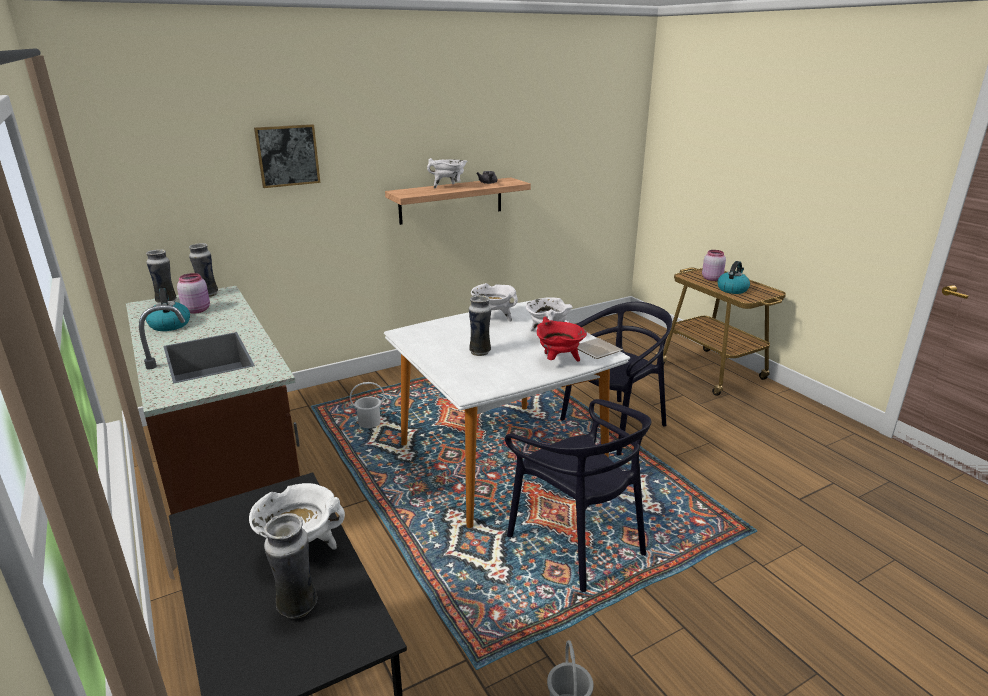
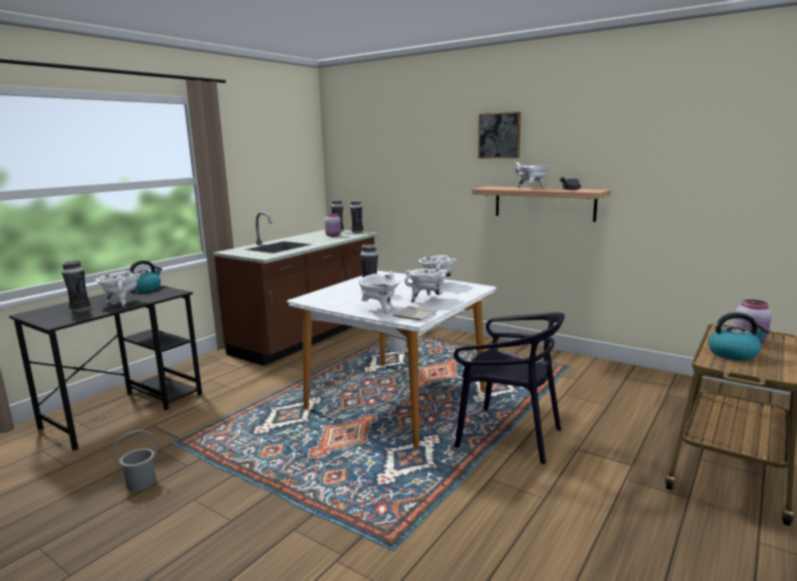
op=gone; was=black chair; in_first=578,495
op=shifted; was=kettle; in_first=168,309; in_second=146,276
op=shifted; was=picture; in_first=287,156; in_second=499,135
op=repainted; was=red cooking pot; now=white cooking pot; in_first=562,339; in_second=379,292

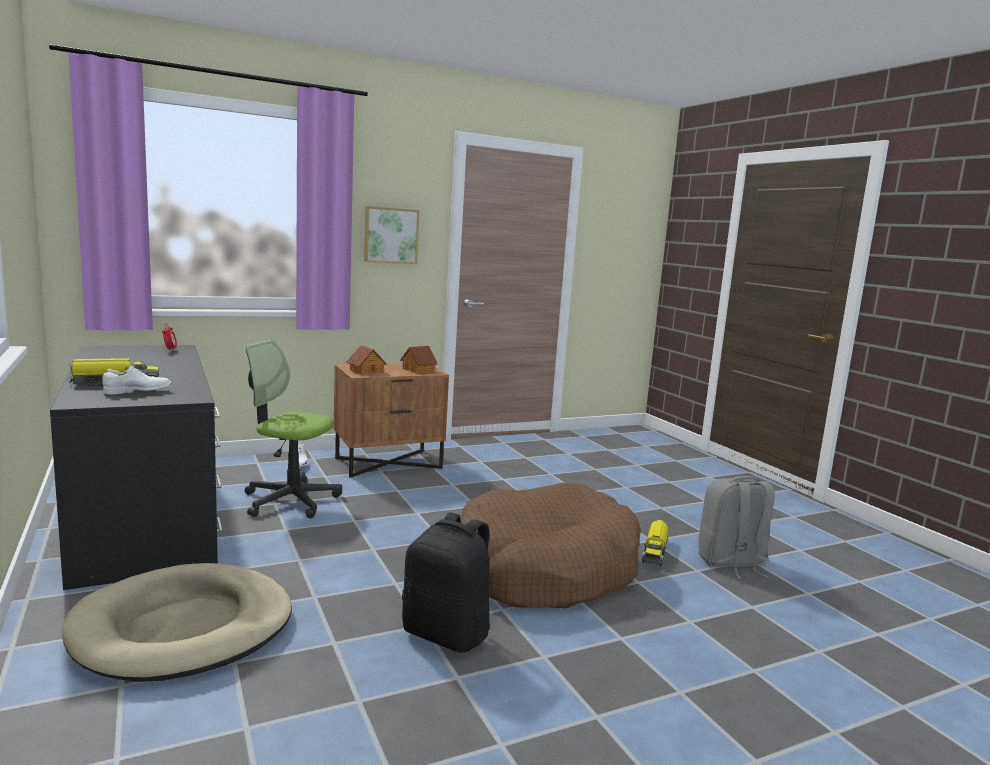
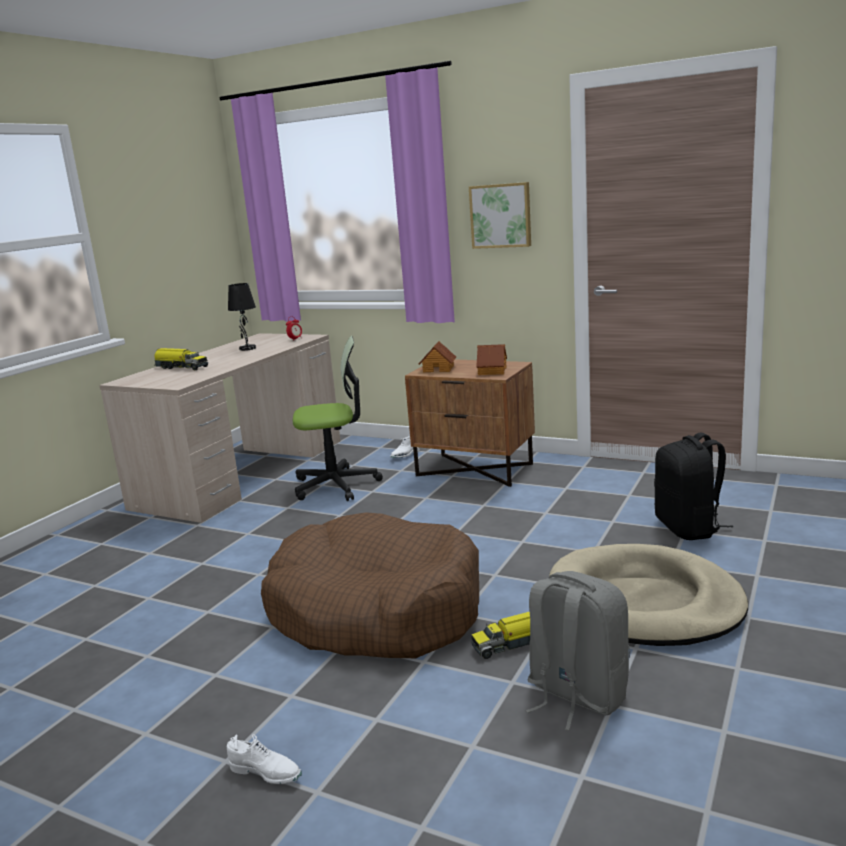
op=new; now=black table lamp; in_second=242,317
op=shifted; was=beige dog bed; in_first=177,622; in_second=648,595
op=shifted; was=white shoe; in_first=137,379; in_second=264,759
op=shifted; was=black backpack; in_first=446,582; in_second=693,486
op=repainted; was=black desk; now=beige desk; in_first=136,467; in_second=220,428
op=rotated; was=office chair; in_first=293,429; in_second=338,418; clockwise=105

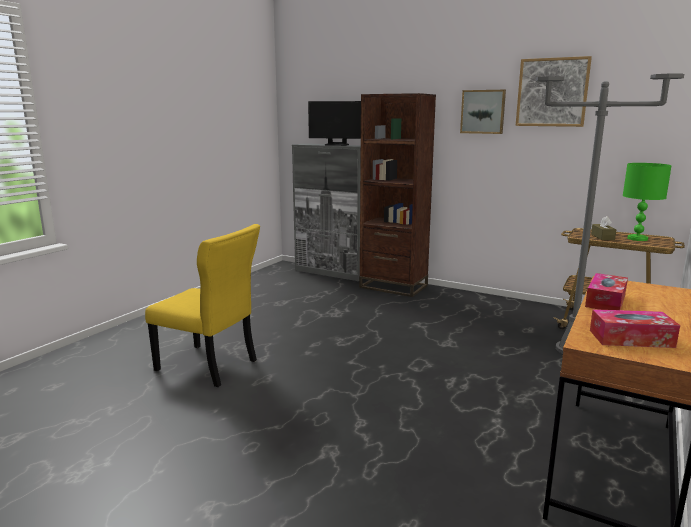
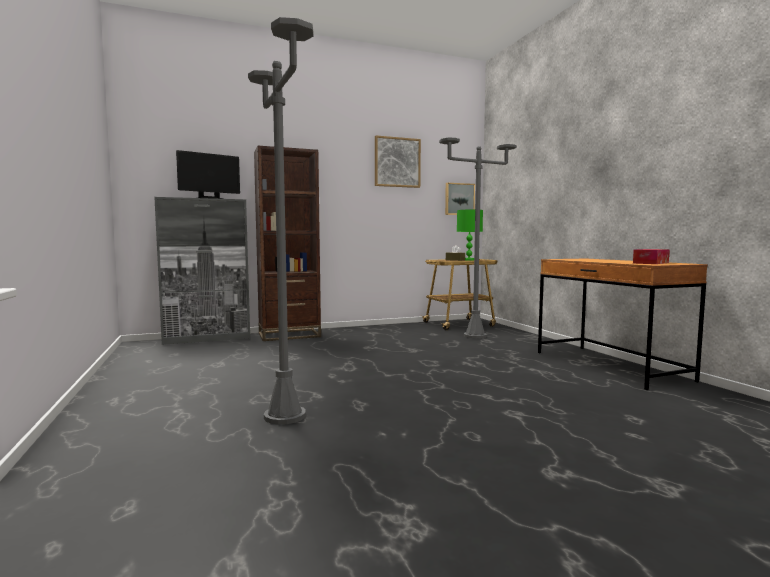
op=gone; was=tissue box; in_first=606,291
op=shifted; was=picture; in_first=483,112; in_second=460,199
op=swapped; was=yellow chair; now=grey floor lamp; in_first=202,305; in_second=280,221

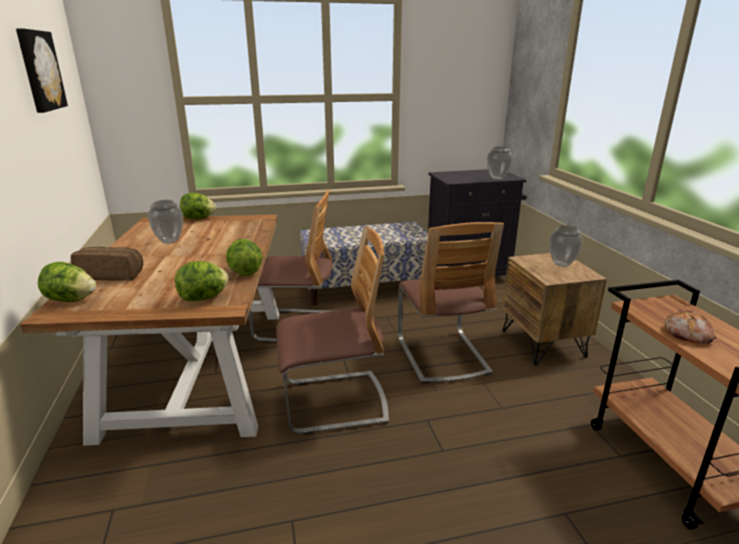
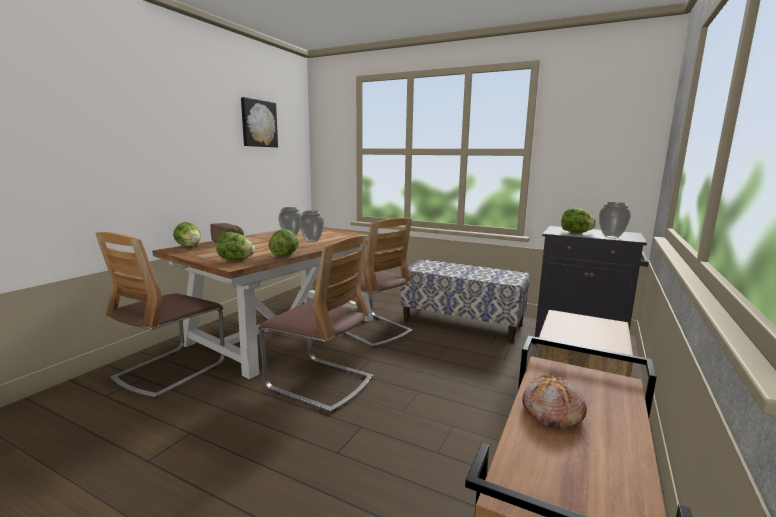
op=shifted; was=lettuce; in_first=198,206; in_second=578,220
op=shifted; was=chair; in_first=451,302; in_second=160,315
op=shifted; was=vase; in_first=566,246; in_second=311,226

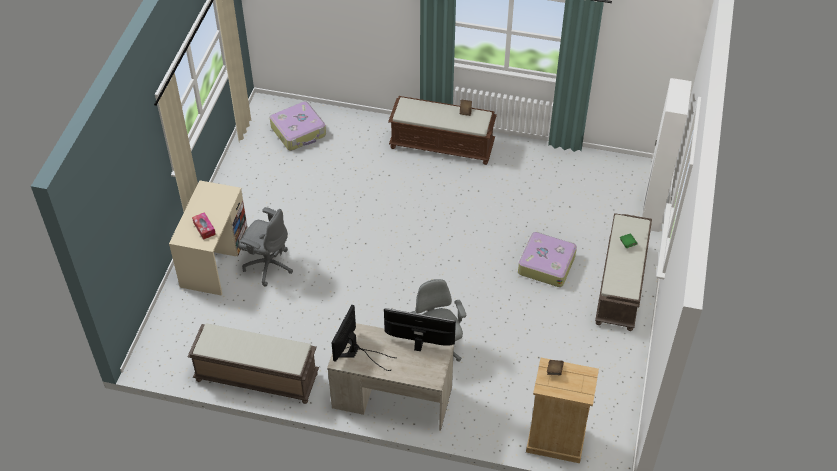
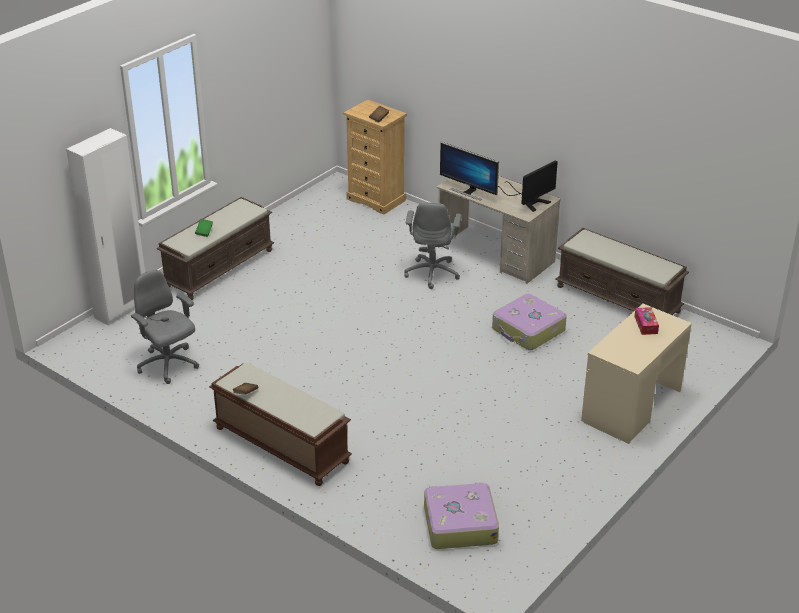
op=shifted; was=grey office chair; in_first=265,247; in_second=165,327
op=shifted; was=suitcase; in_first=547,259; in_second=529,322

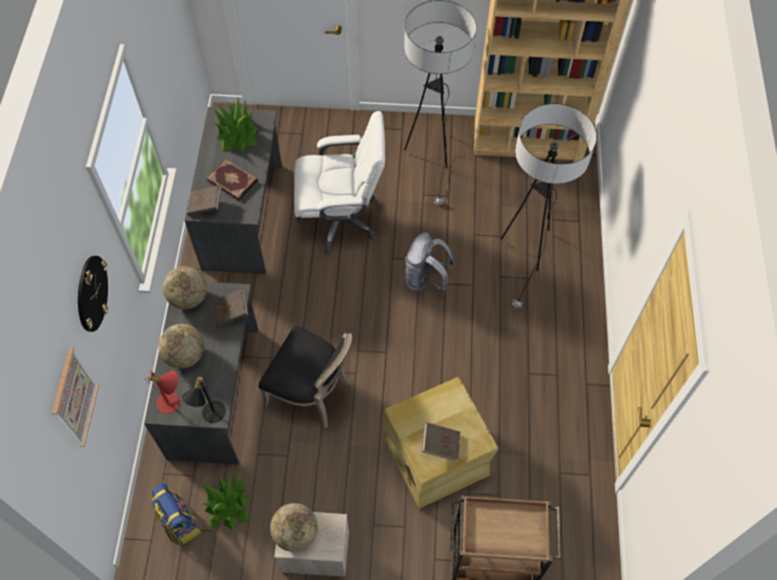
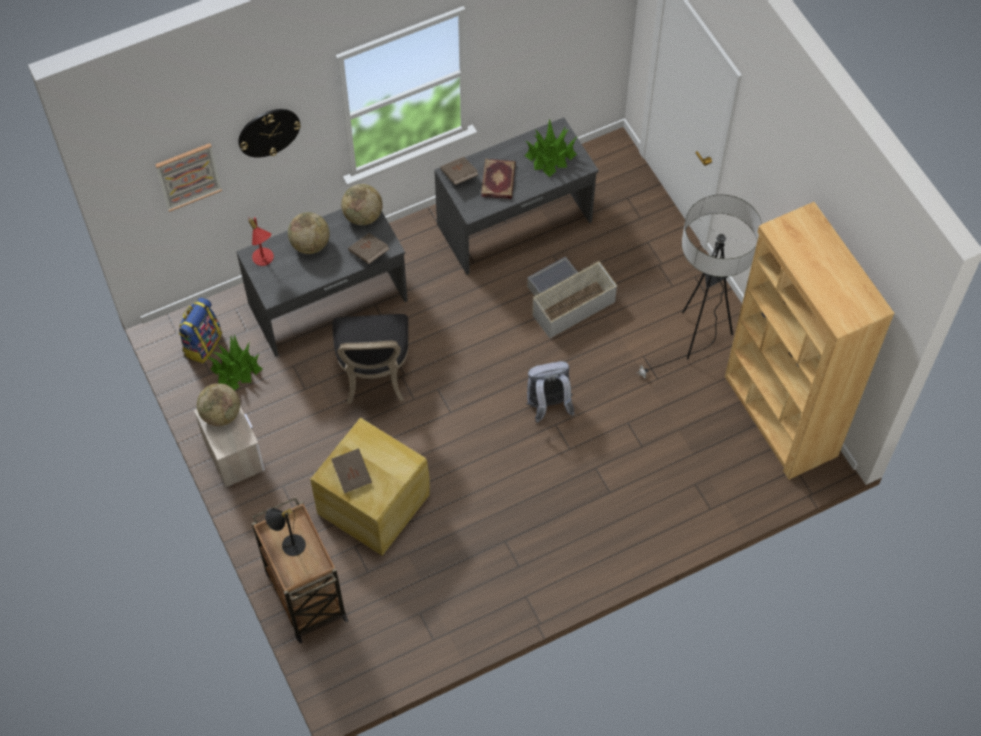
op=gone; was=floor lamp; in_first=549,206
op=shifted; was=black table lamp; in_first=203,399; in_second=285,532
op=swapped; was=white office chair; now=grey storage box; in_first=339,182; in_second=572,297

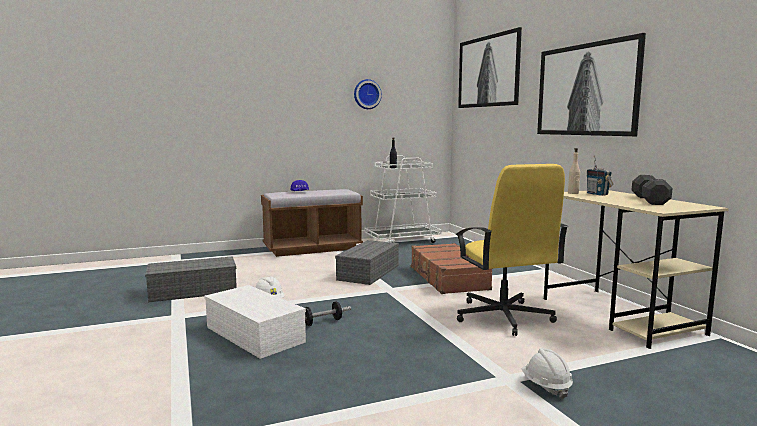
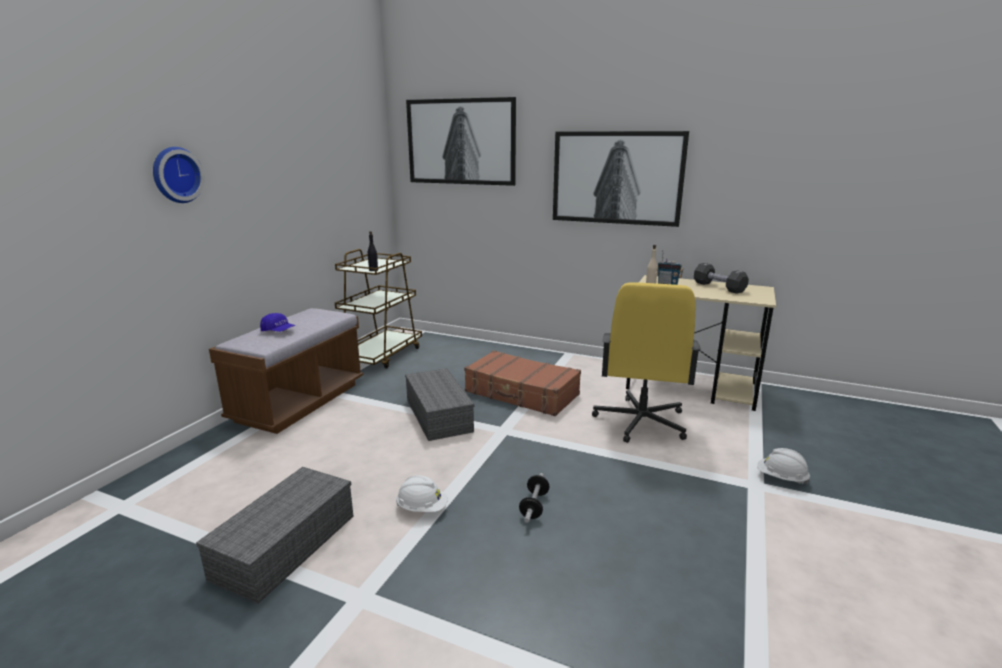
op=gone; was=white storage box; in_first=255,322
op=shifted; was=wall clock; in_first=368,94; in_second=179,175
op=repainted; was=white cart; now=brown cart; in_first=403,199; in_second=378,308
op=rotated; was=yellow office chair; in_first=512,250; in_second=646,362; clockwise=75

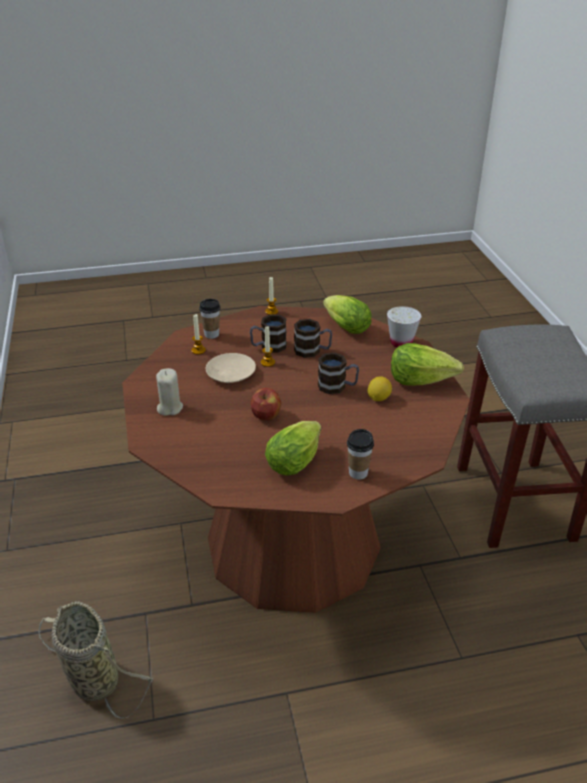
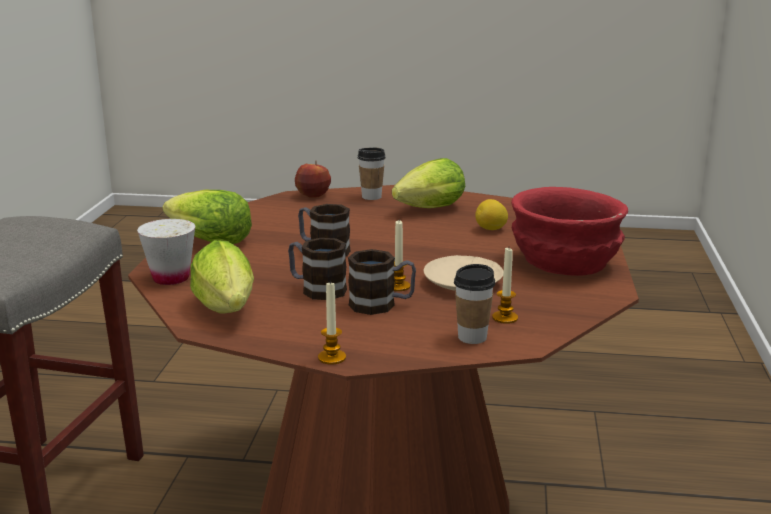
op=gone; was=basket; in_first=96,660
op=shifted; was=apple; in_first=265,404; in_second=313,179
op=shifted; was=lemon; in_first=380,388; in_second=491,214
op=swapped; was=beige candle; now=red bowl; in_first=169,392; in_second=569,231

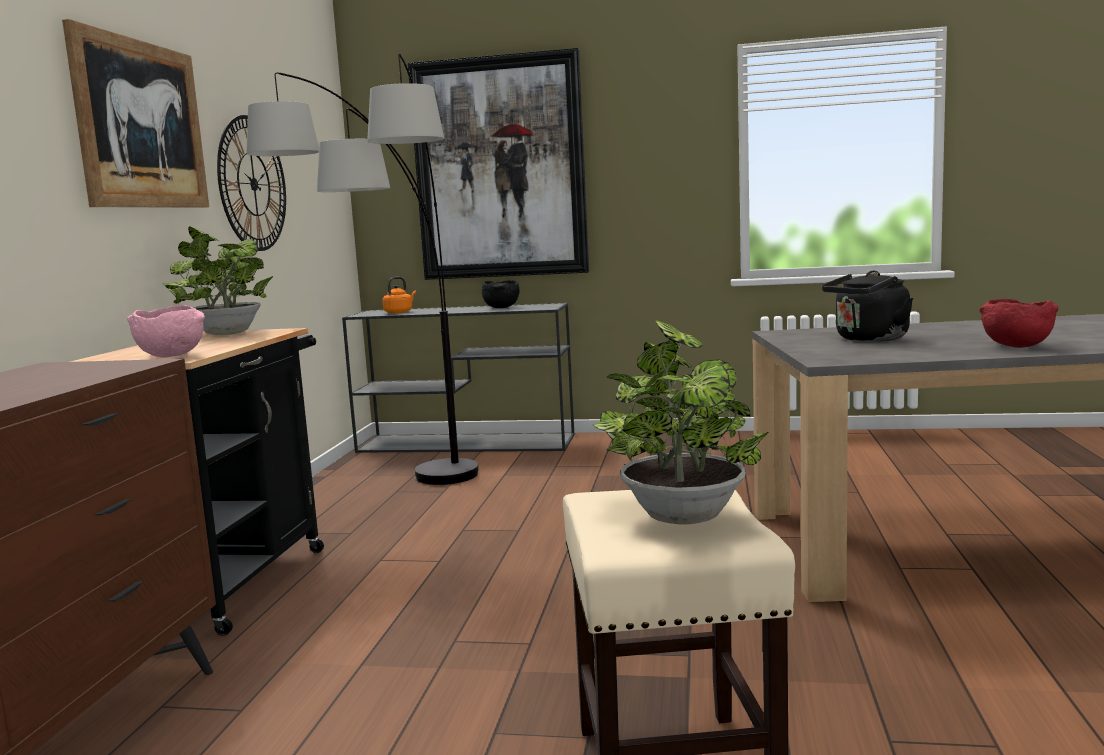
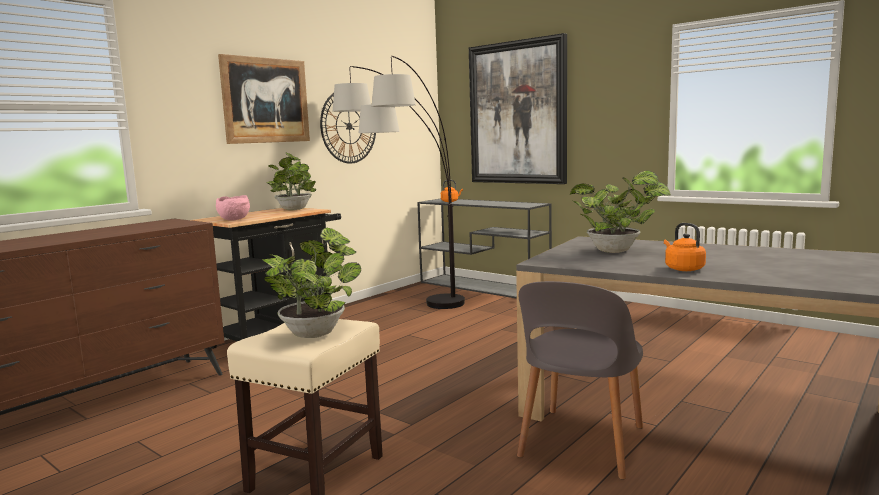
op=gone; was=black bowl; in_first=500,294
op=new; now=grey chair; in_second=580,380
op=swapped; was=black kettle; now=potted plant; in_first=867,306; in_second=620,211
op=swapped; was=red bowl; now=orange kettle; in_first=1019,323; in_second=685,247

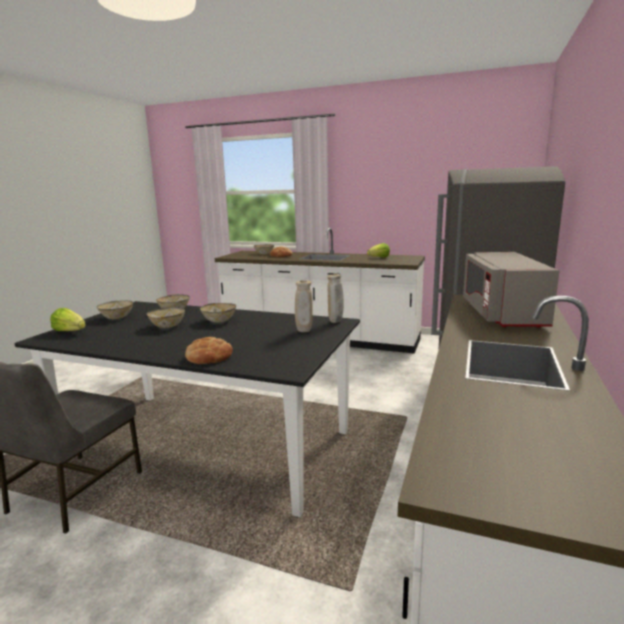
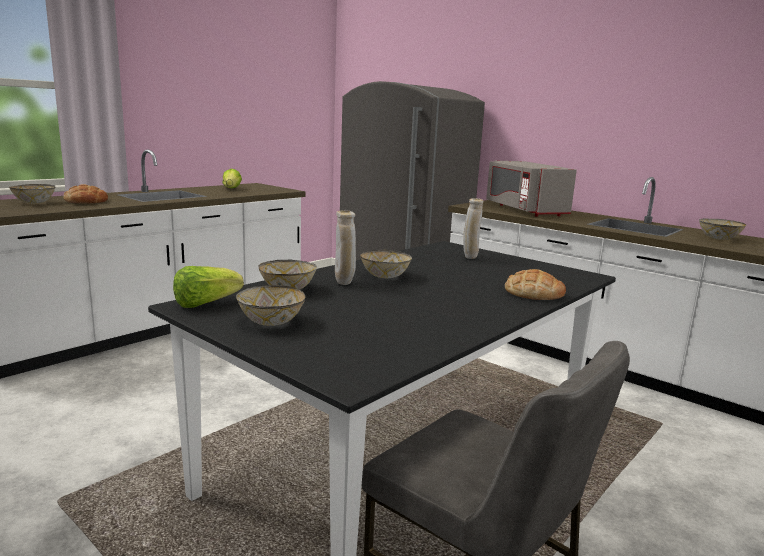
op=shifted; was=lettuce; in_first=68,319; in_second=208,287
op=shifted; was=bowl; in_first=166,318; in_second=722,229
op=shifted; was=beige vase; in_first=335,298; in_second=345,247
op=rotated; was=grey microwave; in_first=511,289; in_second=531,189; clockwise=45

